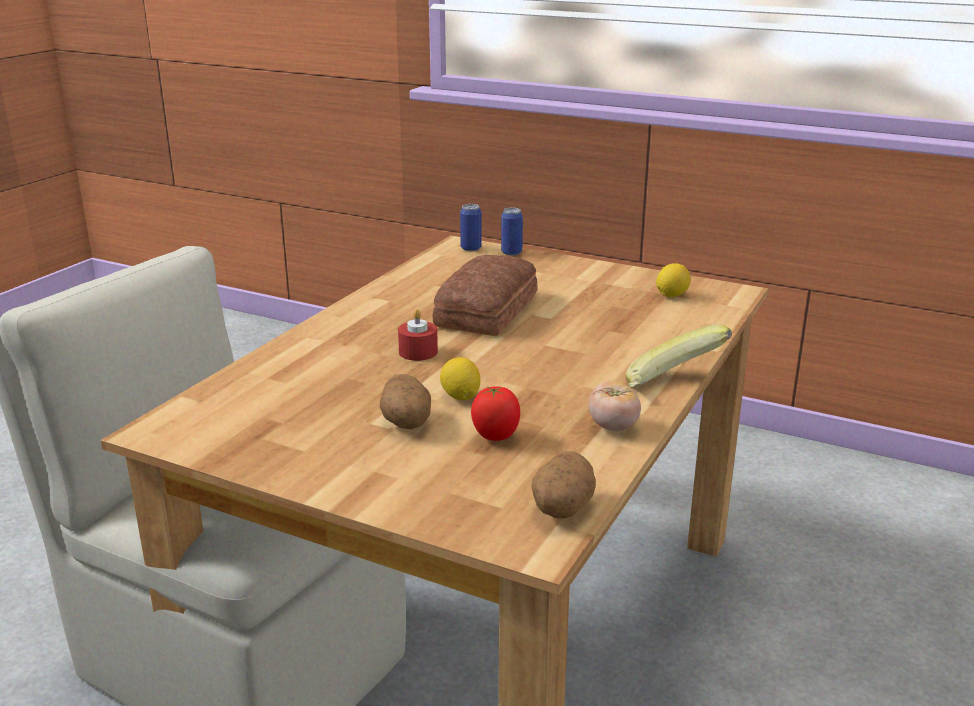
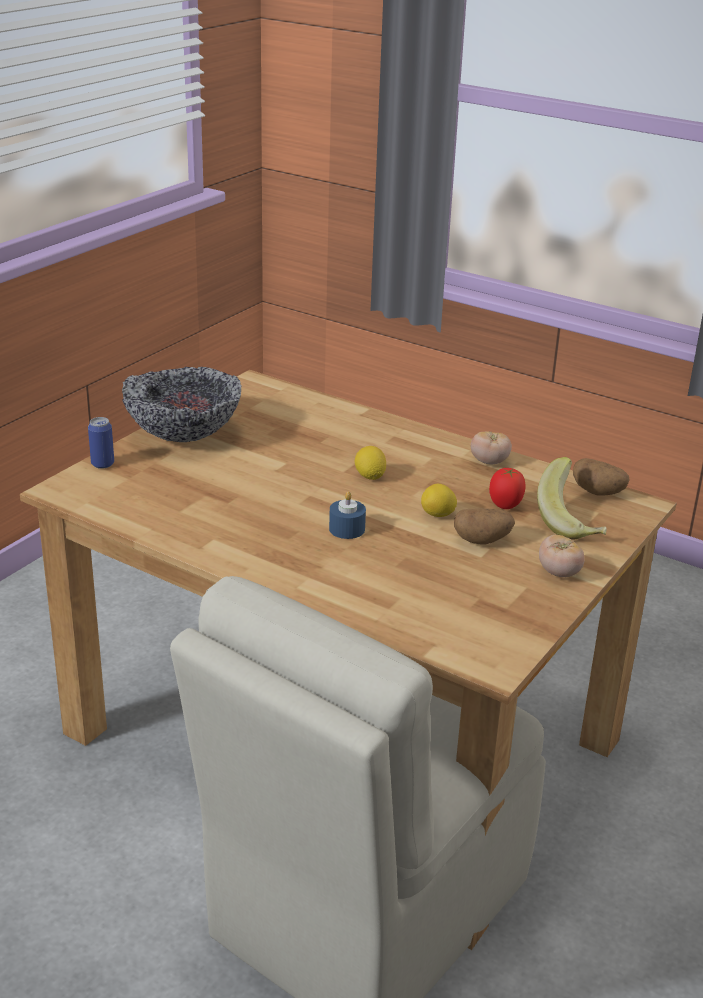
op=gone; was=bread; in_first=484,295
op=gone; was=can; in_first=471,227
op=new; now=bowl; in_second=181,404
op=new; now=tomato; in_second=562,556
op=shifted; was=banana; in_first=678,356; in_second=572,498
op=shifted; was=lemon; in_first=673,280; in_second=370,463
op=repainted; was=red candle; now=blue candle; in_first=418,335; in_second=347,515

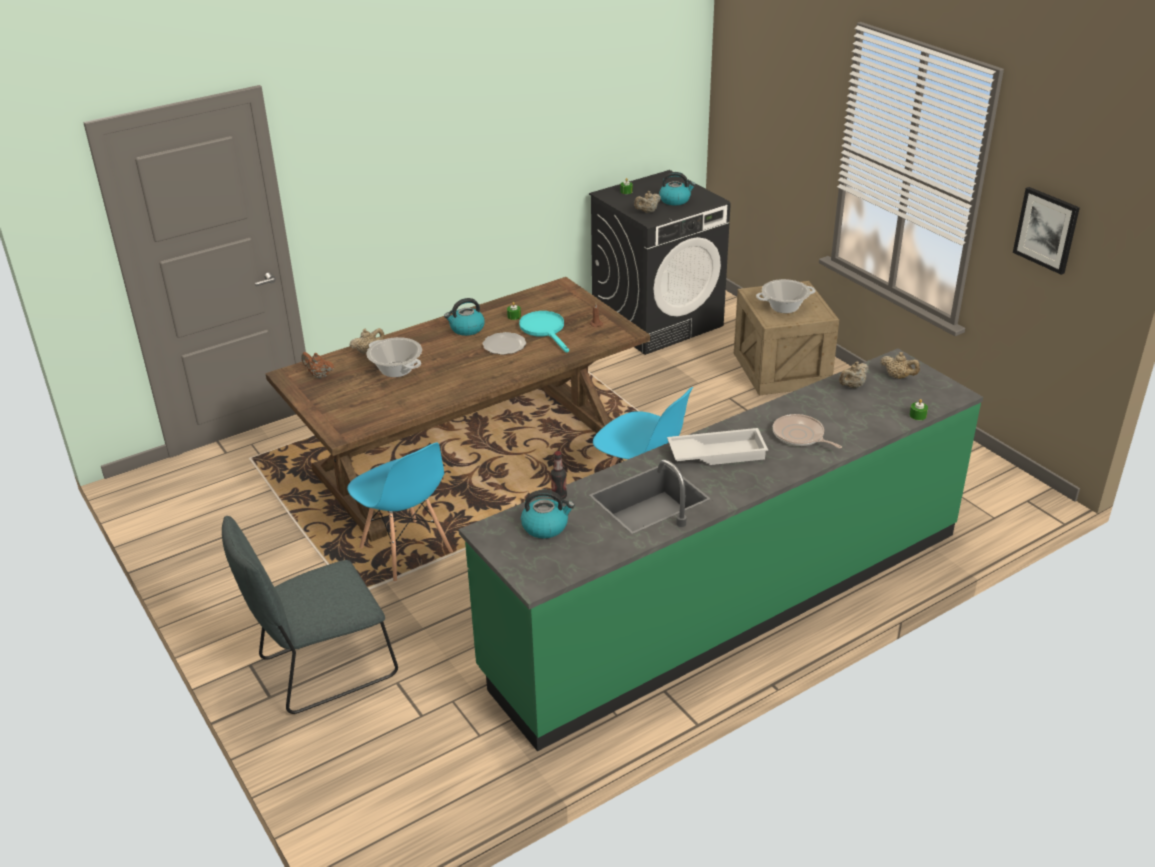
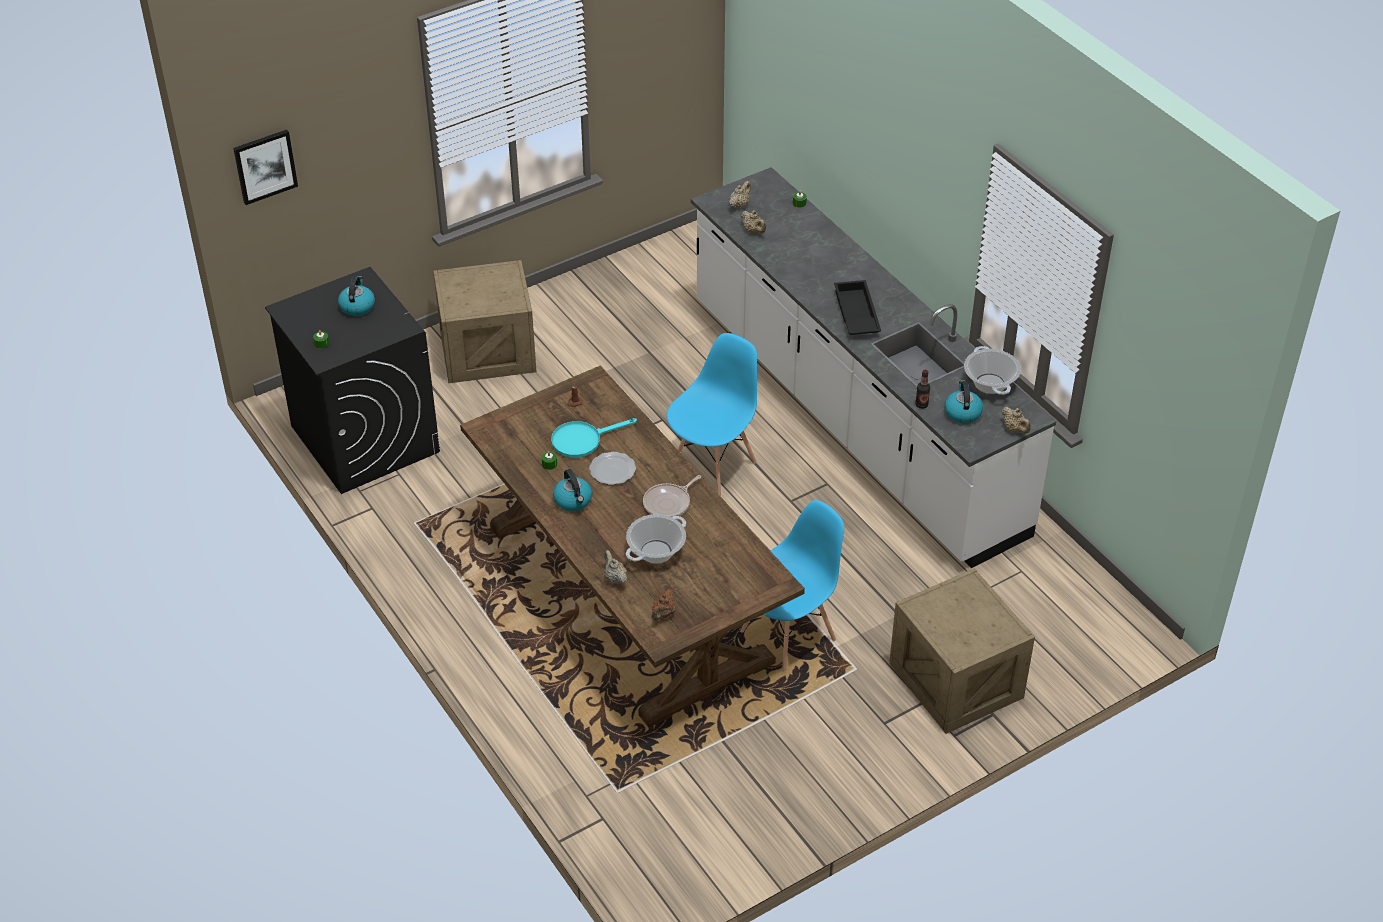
op=shifted; was=beige teapot; in_first=647,202; in_second=1015,420
op=shifted; was=cooking pot; in_first=786,296; in_second=992,370
op=shifted; was=frying pan; in_first=807,431; in_second=672,496
op=shifted; was=picture; in_first=1046,231; in_second=265,167
op=swapped; was=grey chair; now=crate; in_first=310,615; in_second=962,651
op=repainted; was=green counter; now=white counter; in_first=721,550; in_second=873,367
op=repainted; was=white tray; now=black tray; in_first=717,446; in_second=857,307

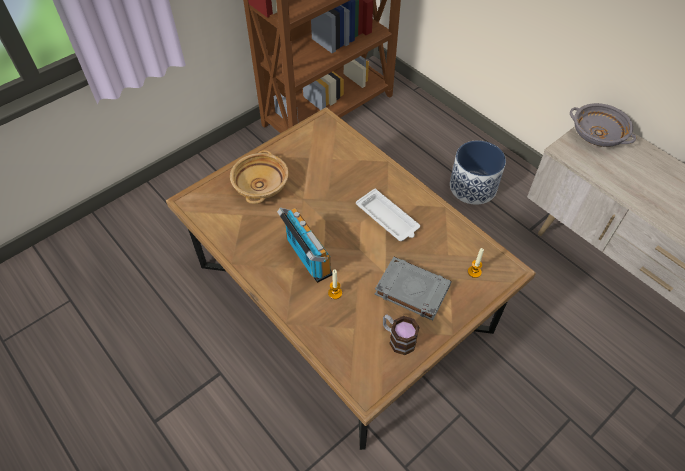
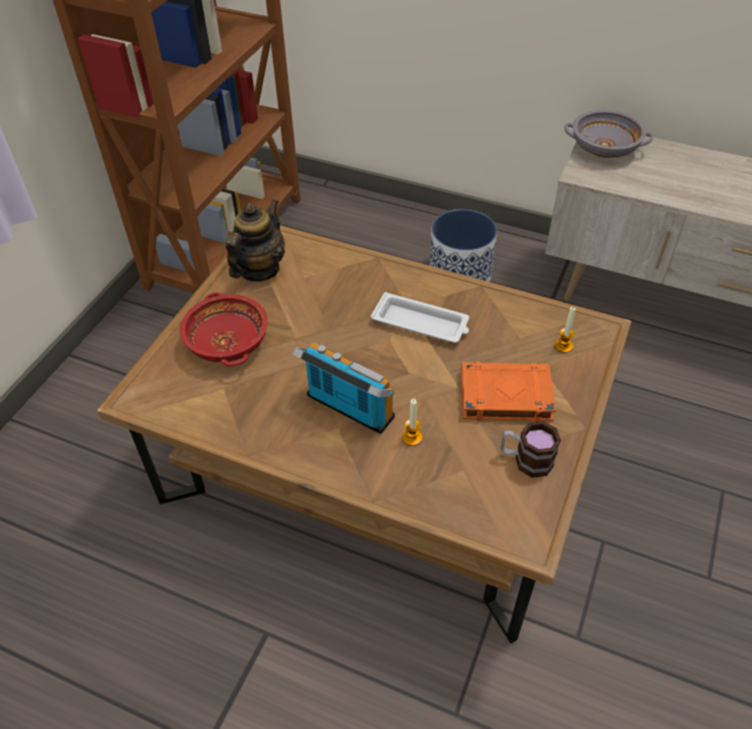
op=new; now=teapot; in_second=255,240
op=repainted; was=beige bowl; now=red bowl; in_first=259,177; in_second=224,330
op=repainted; was=grey book; now=orange book; in_first=413,289; in_second=508,392

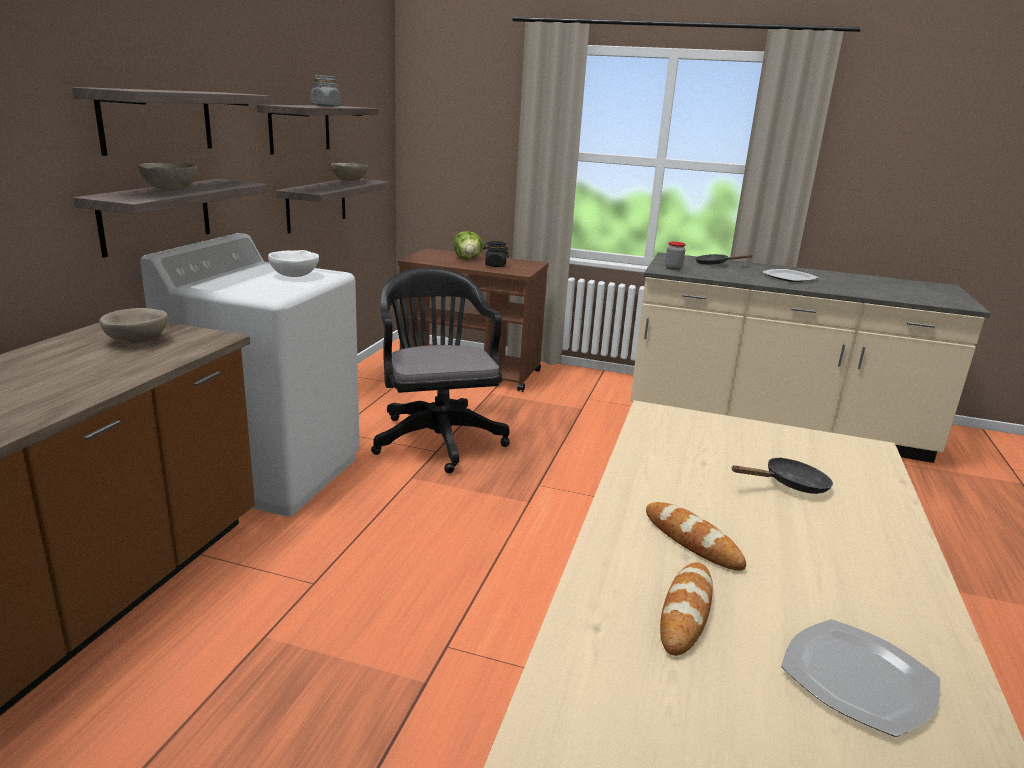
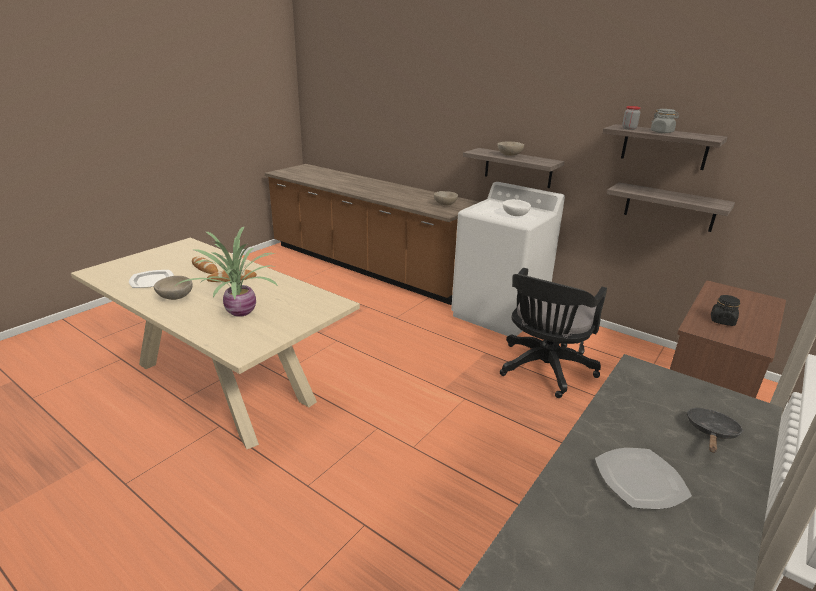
op=gone; was=shelf; in_first=171,121
op=gone; was=lettuce; in_first=468,245
op=shifted; was=beige bowl; in_first=349,172; in_second=173,288
op=shifted; was=jar; in_first=675,256; in_second=631,118
op=swapped; was=black frying pan; now=potted plant; in_first=782,475; in_second=226,272
op=rotated; was=black office chair; in_first=440,370; in_second=553,333; clockwise=120

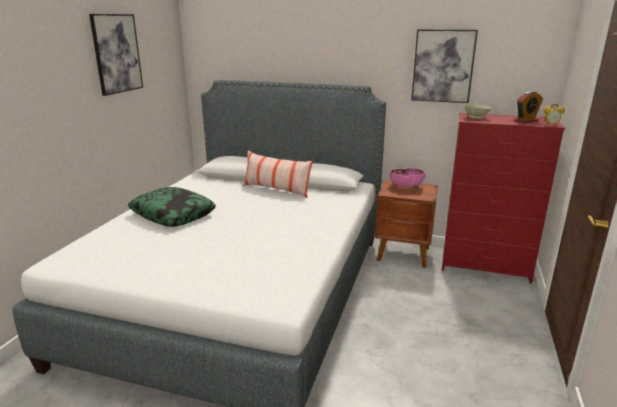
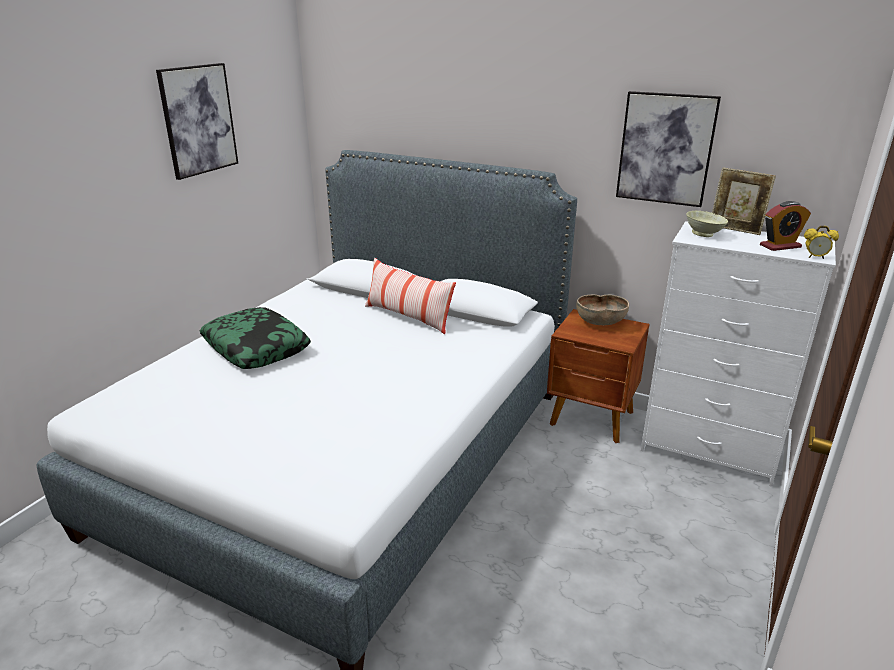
op=new; now=picture frame; in_second=744,201
op=repainted; was=pink bowl; now=brown bowl; in_first=408,177; in_second=602,310
op=repainted; was=red dresser; now=white dresser; in_first=503,198; in_second=738,354

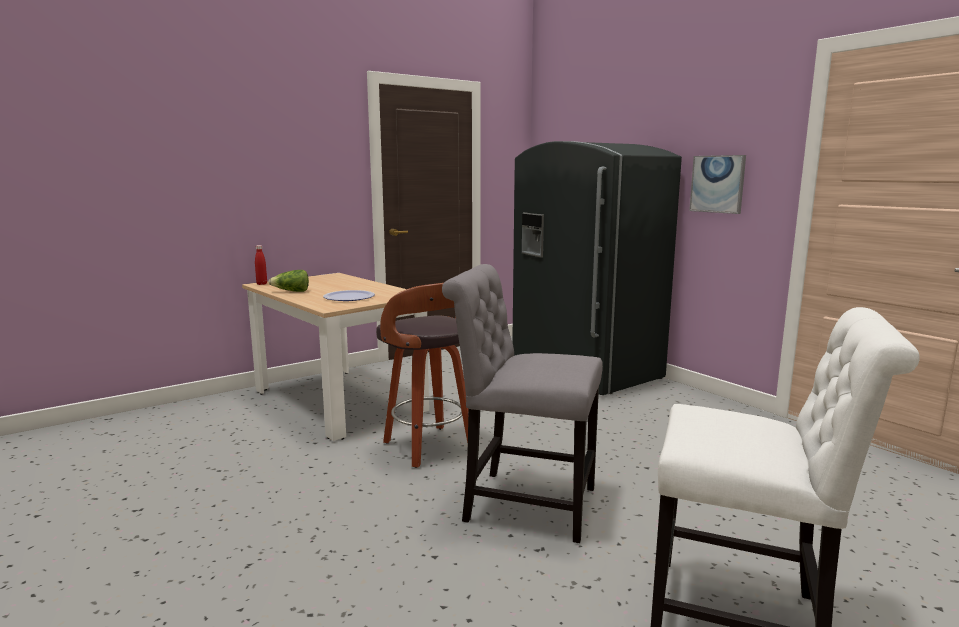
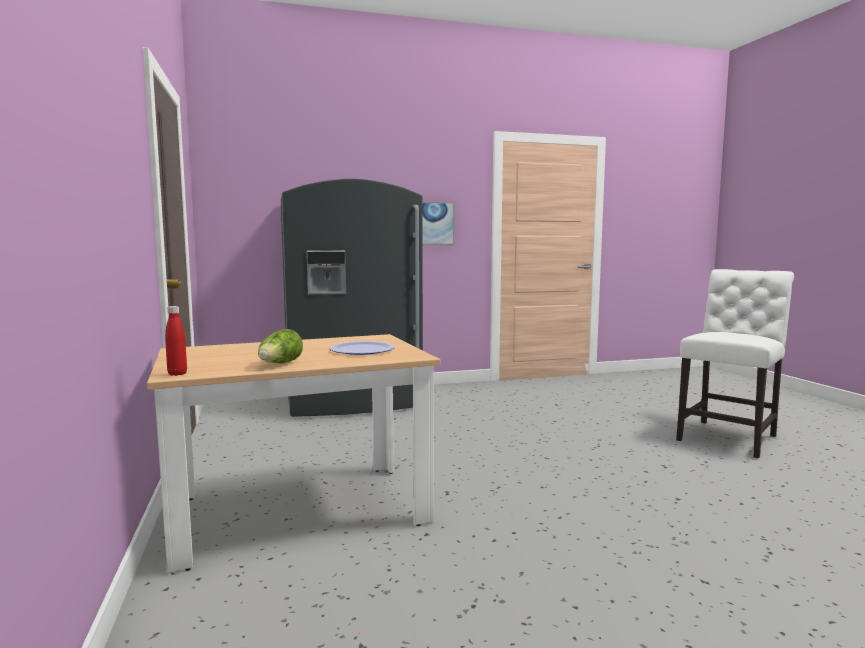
op=gone; was=stool; in_first=422,375
op=gone; was=grey chair; in_first=522,403

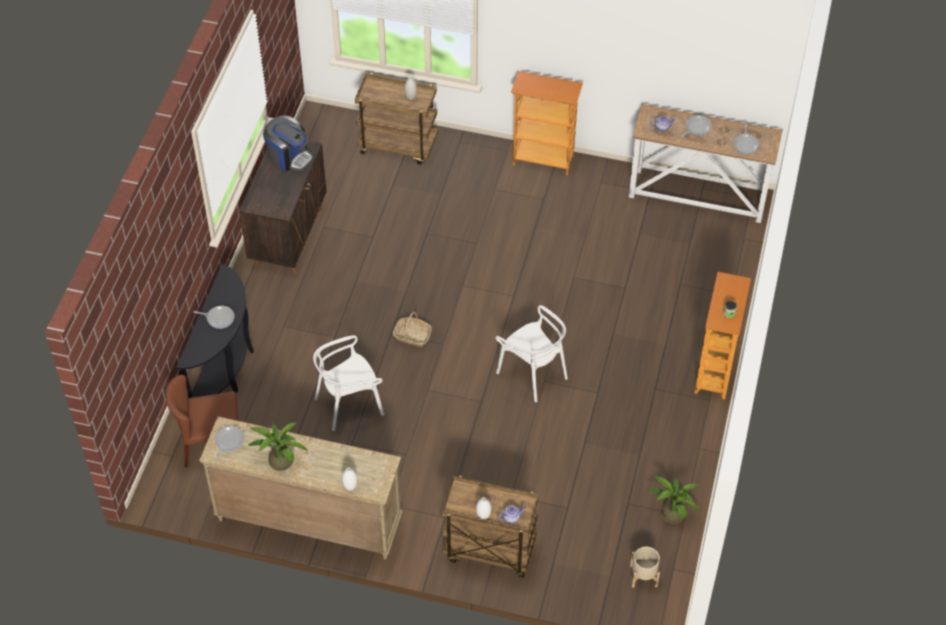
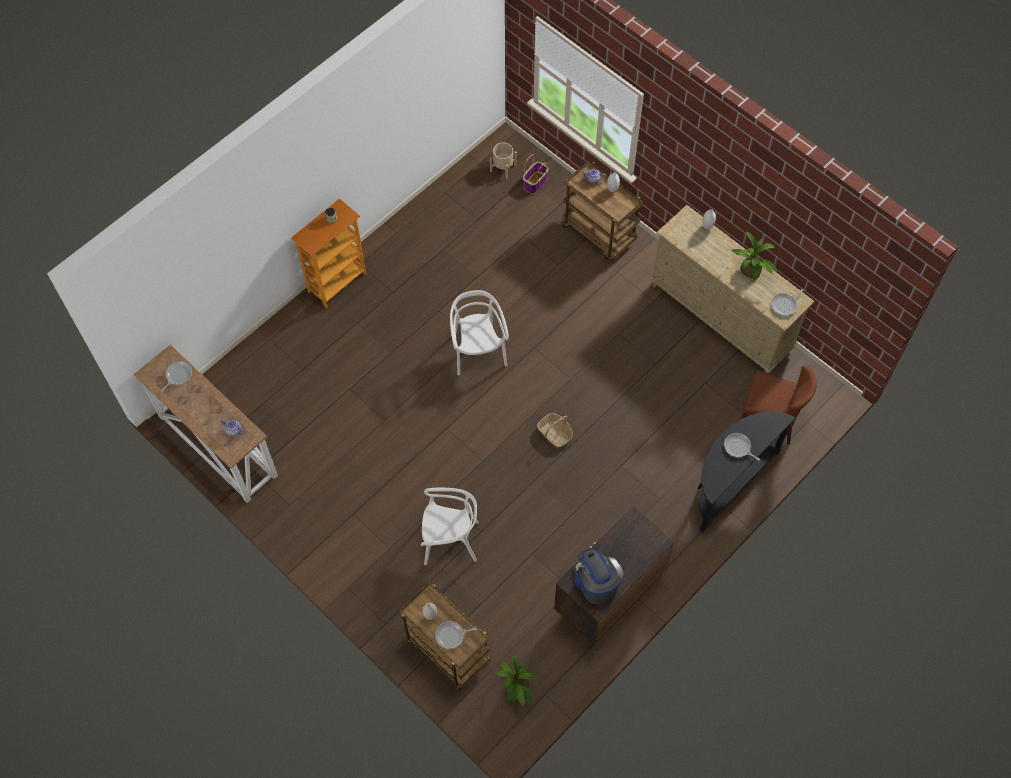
op=gone; was=bookcase; in_first=547,123
op=new; now=basket; in_second=535,174
op=shifted; was=white chair; in_first=348,383; in_second=450,526
op=shifted; was=potted plant; in_first=674,499; in_second=516,680
op=shifted; was=frying pan; in_first=696,126; in_second=456,635

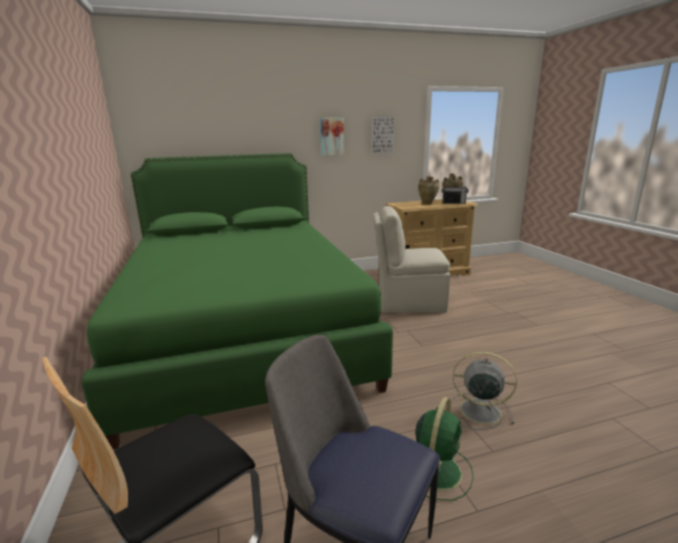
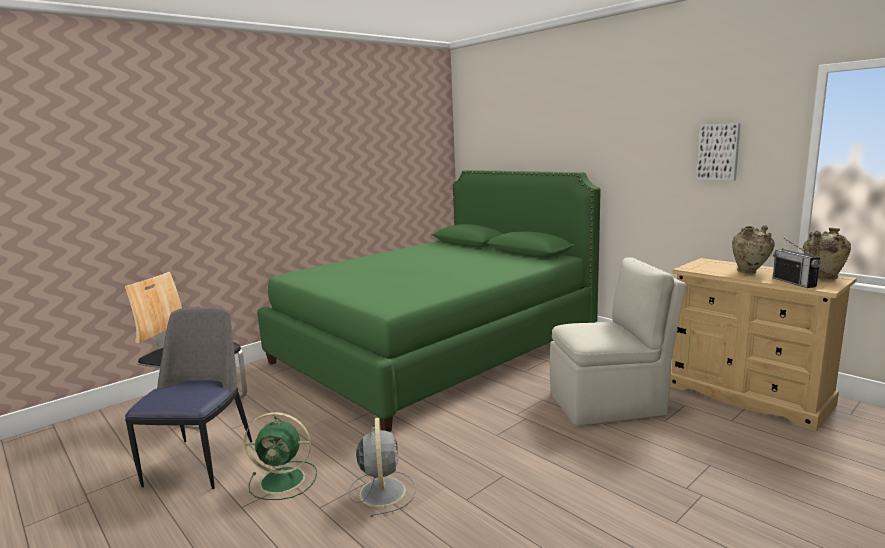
op=gone; was=picture; in_first=332,137
op=rotated; was=beige chair; in_first=411,259; in_second=618,341; clockwise=105

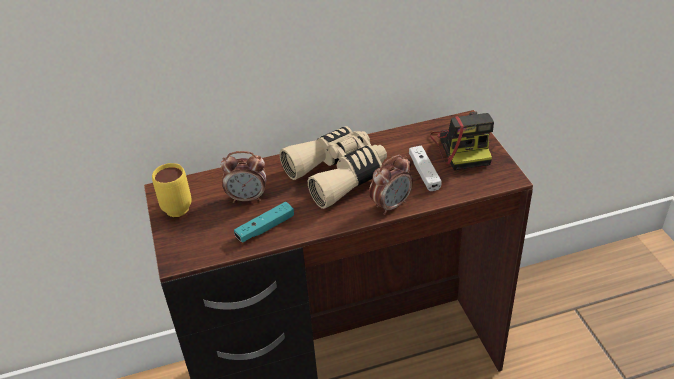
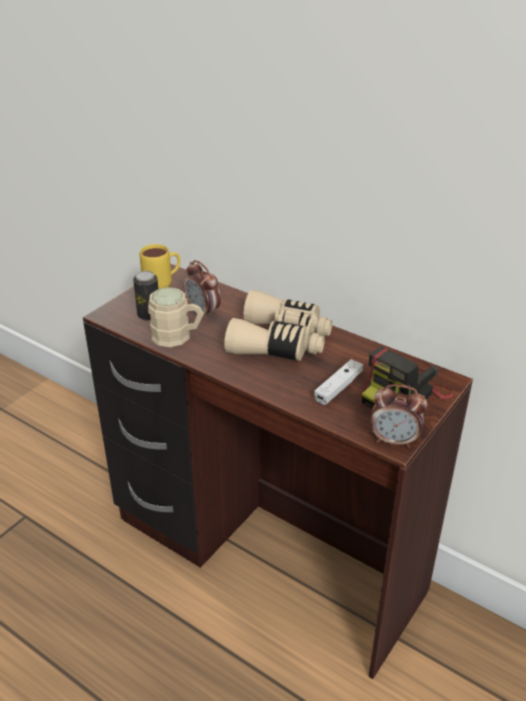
op=new; now=can; in_second=145,296
op=shifted; was=alarm clock; in_first=391,185; in_second=399,416
op=swapped; was=turquoise game controller; now=beige mug; in_first=264,222; in_second=176,317

